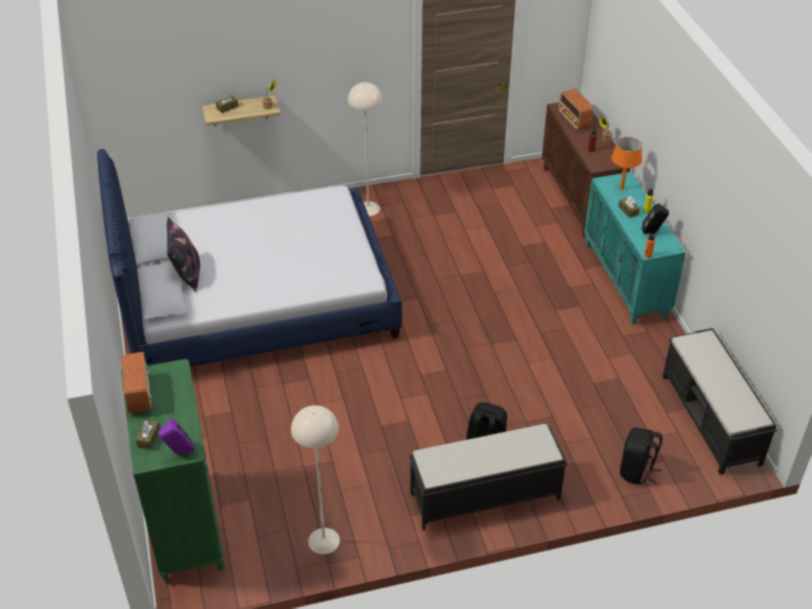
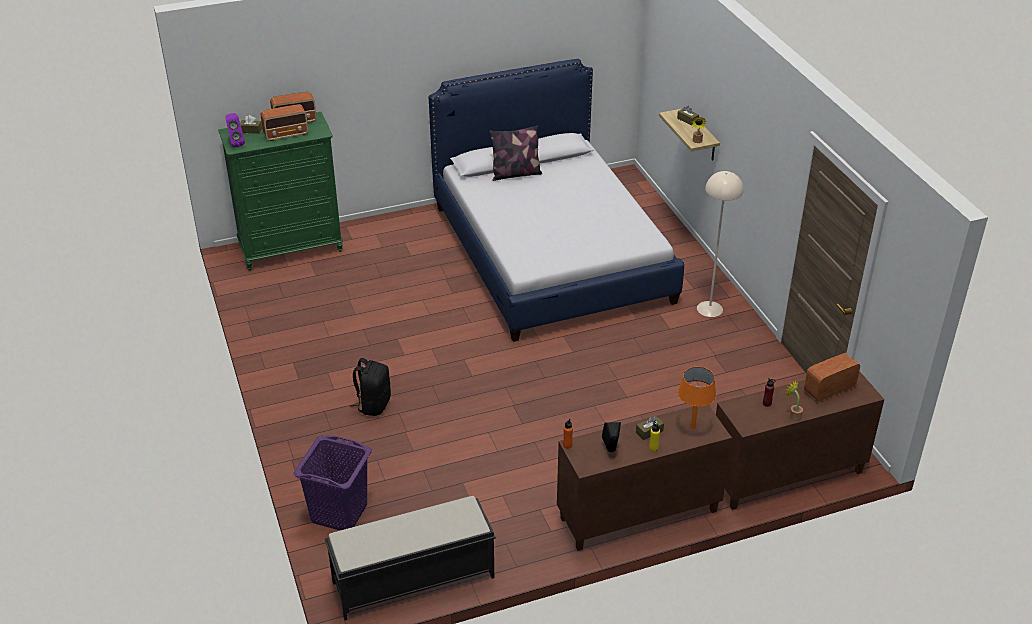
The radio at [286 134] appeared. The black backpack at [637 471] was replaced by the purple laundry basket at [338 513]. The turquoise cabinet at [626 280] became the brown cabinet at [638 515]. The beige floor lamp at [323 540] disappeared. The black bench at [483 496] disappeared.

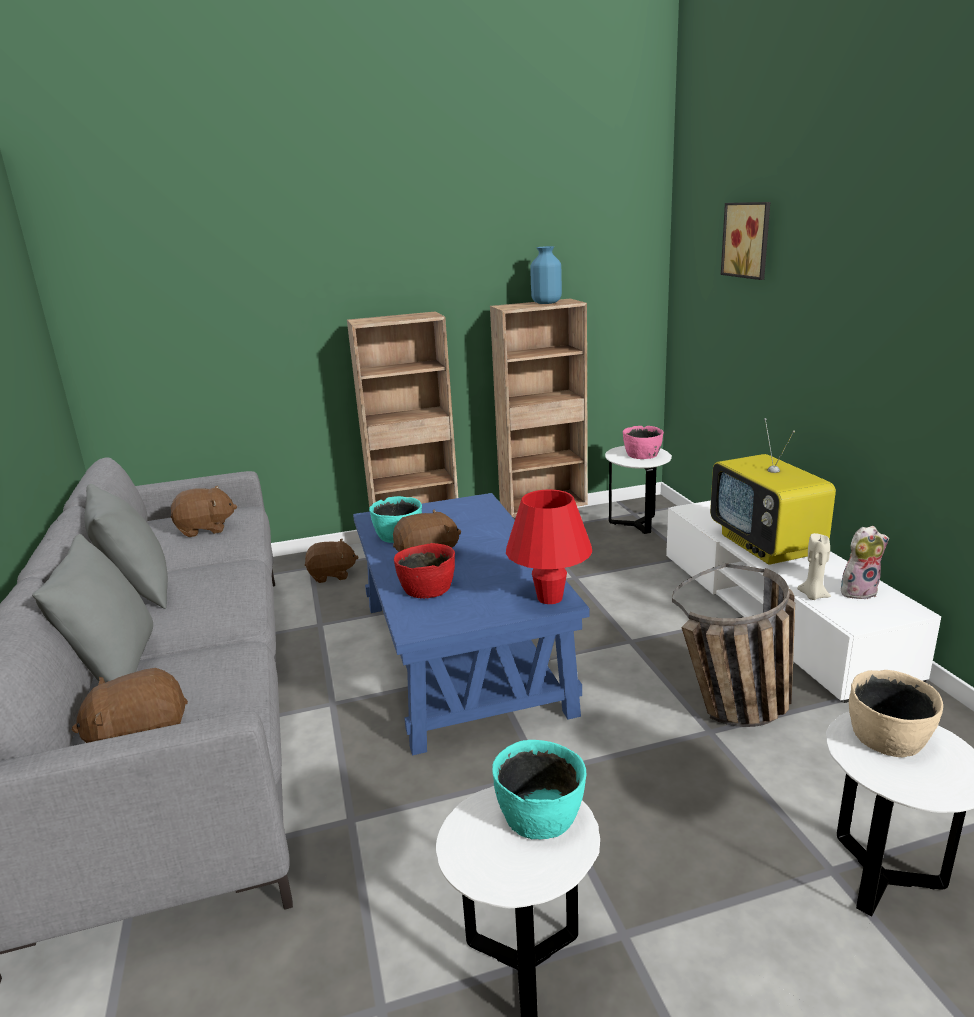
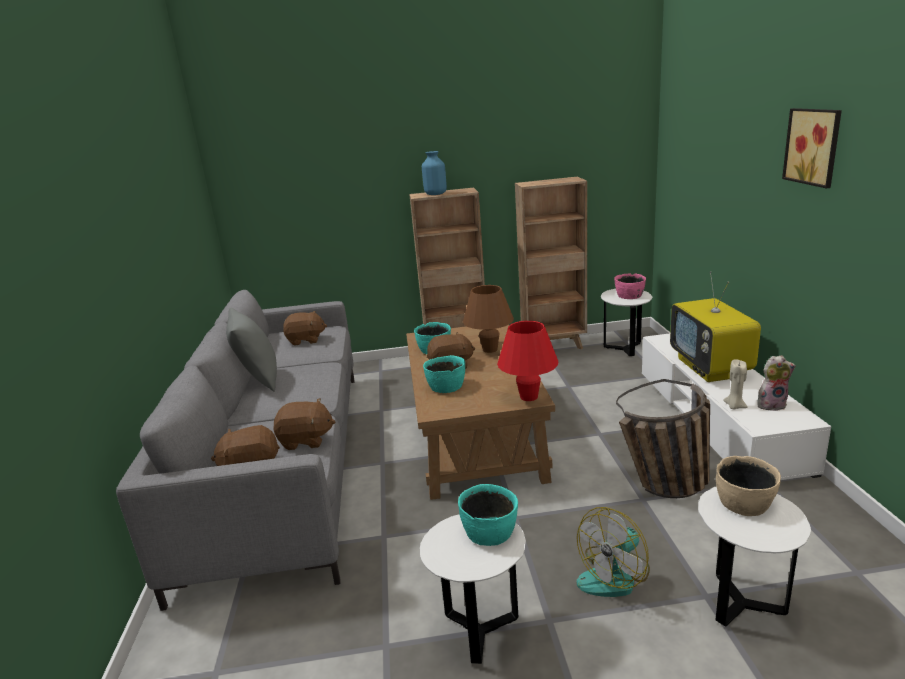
The brown plush toy moved from [332 575] to [306 440]. The blue coffee table at [460 654] became the brown coffee table at [474 436]. The blue vase moved from [546 303] to [435 194]. The red bowl at [426 588] became the turquoise bowl at [445 386]. The brown table lamp at [490 349] appeared. The fan at [614 576] appeared. The picture moved from [748 240] to [814 146]. The grey pillow at [115 670] disappeared.

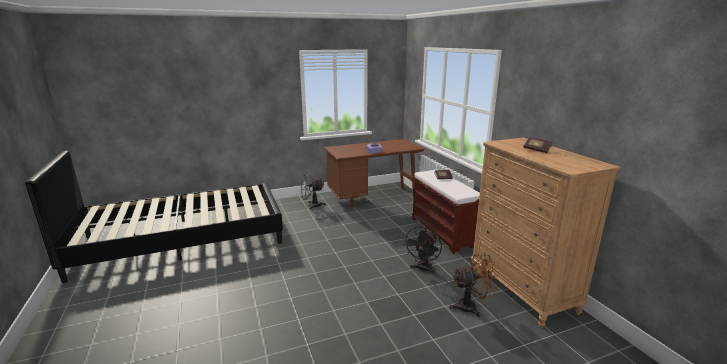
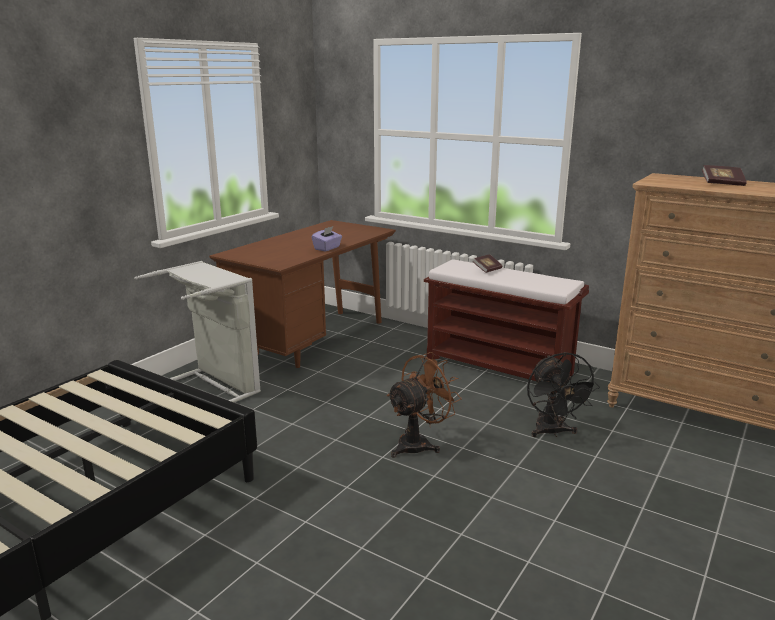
The grey fan at [311 205] was replaced by the grey laundry basket at [215 387]. The brown fan moved from [471 307] to [419 443].

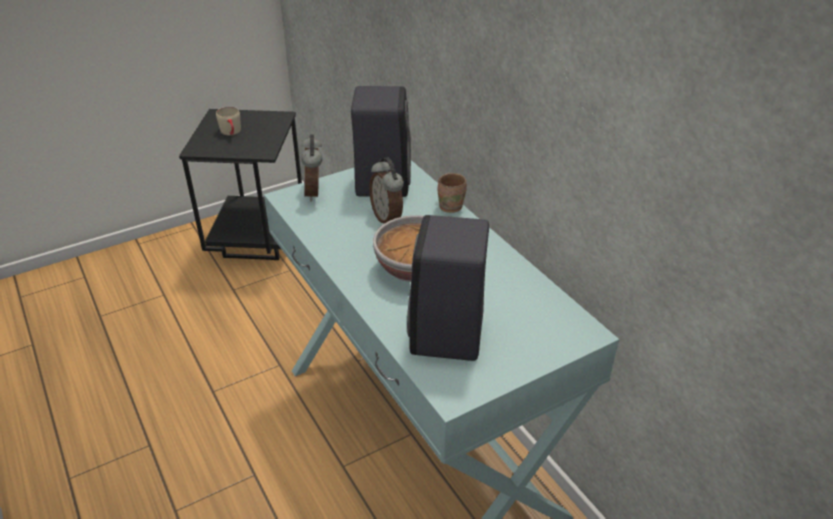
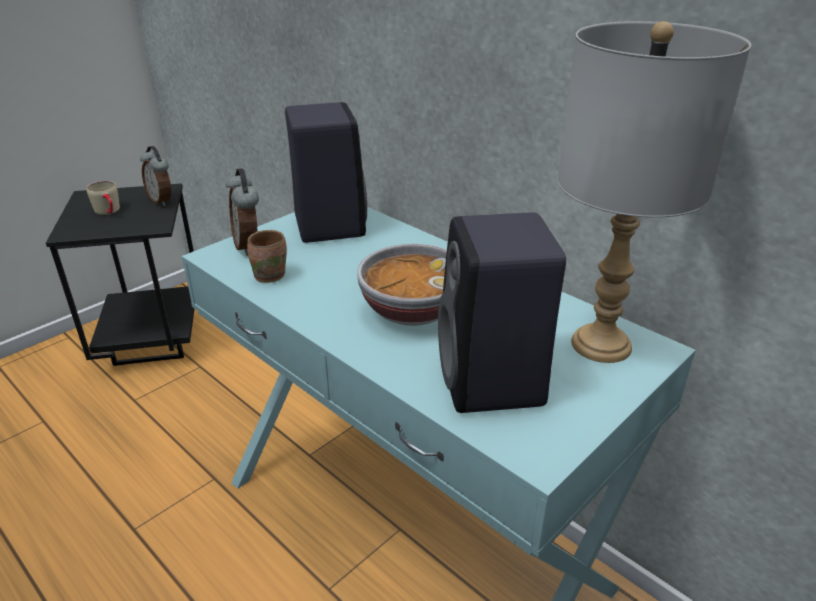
The alarm clock moved from [388 218] to [162 201]. The brown mug moved from [451 206] to [270 274]. The grey table lamp at [602 344] appeared.

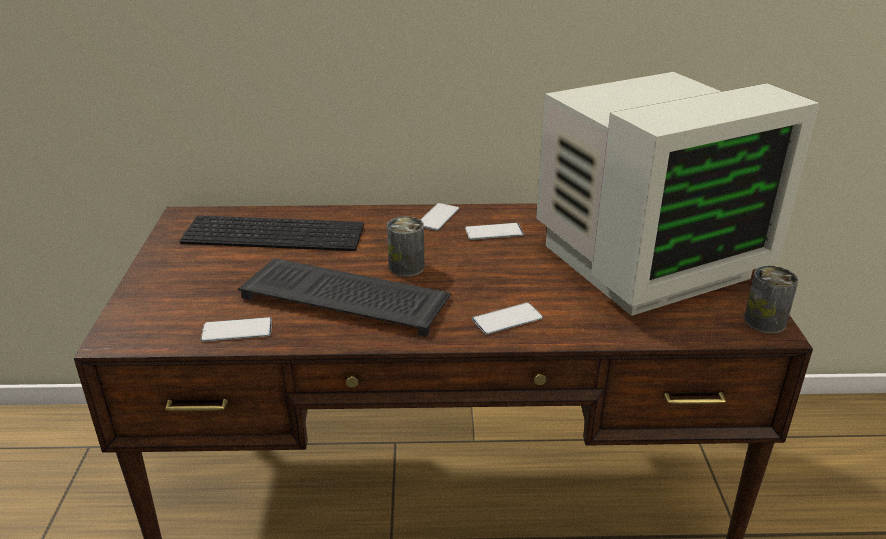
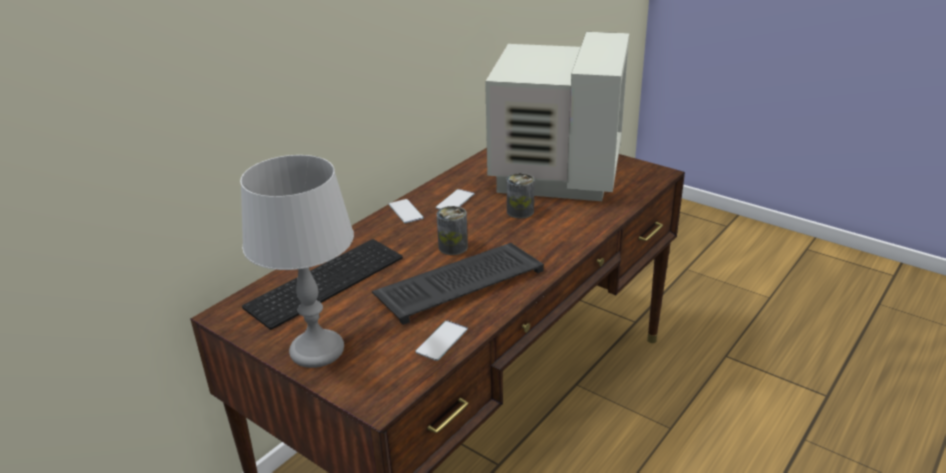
The grey table lamp at [317 350] appeared. The can moved from [764 321] to [520 211]. The phone at [507 319] disappeared.

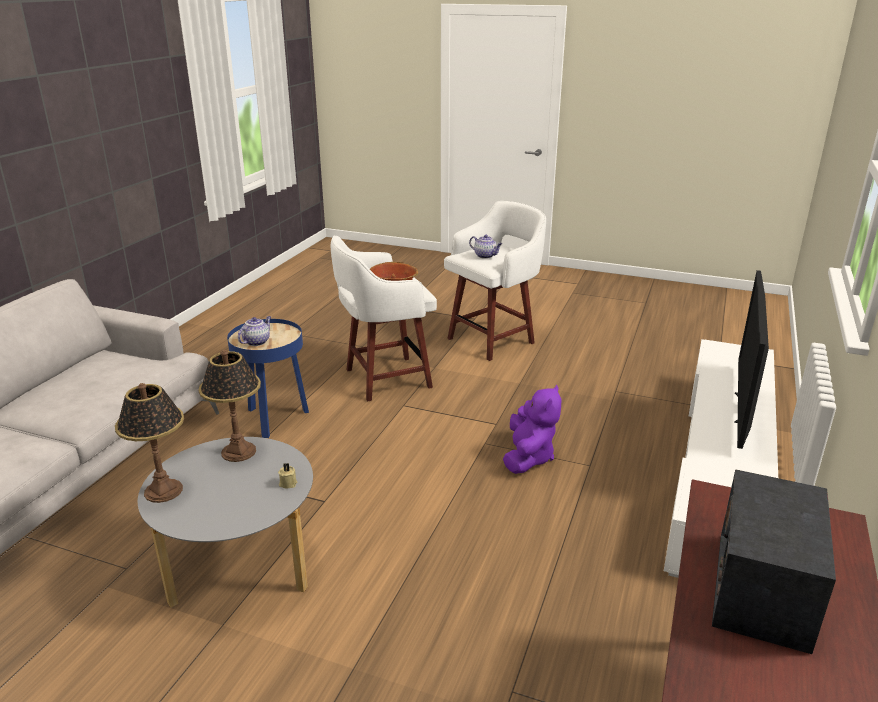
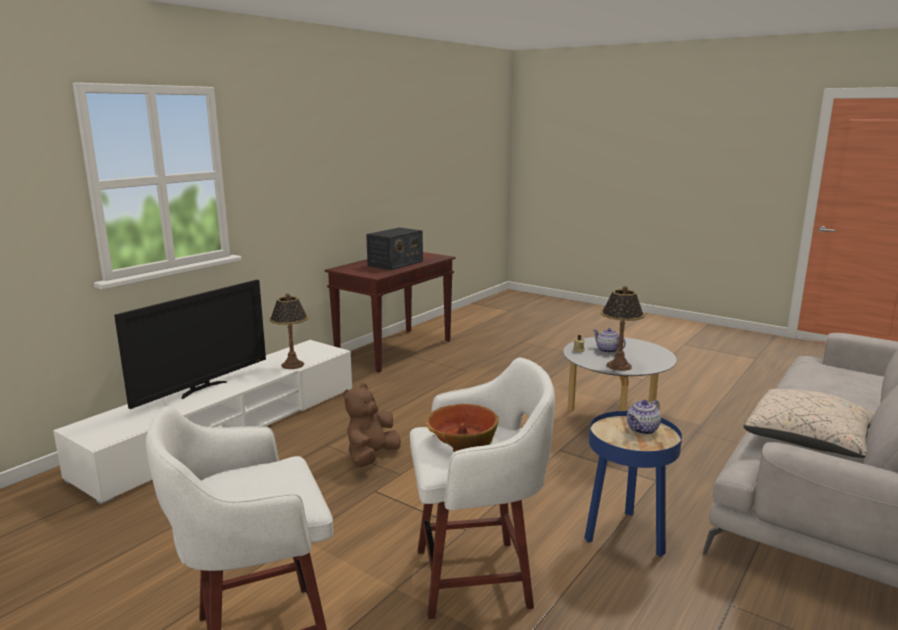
The table lamp moved from [164 491] to [292 365]. The purple plush toy at [528 457] became the brown plush toy at [371 457]. The teapot moved from [485 256] to [607 350]. The beige pillow at [808 440] appeared.

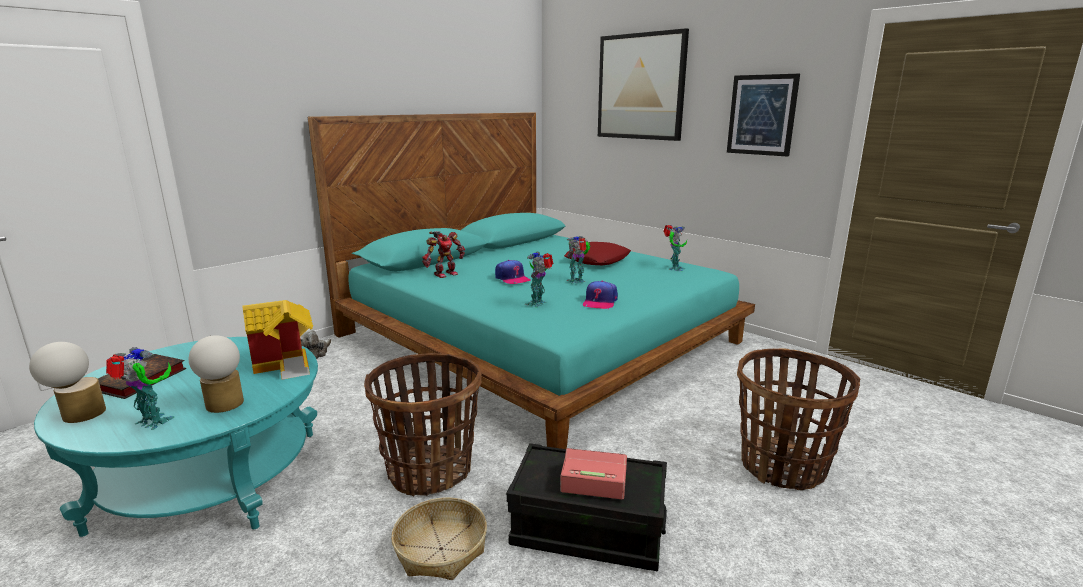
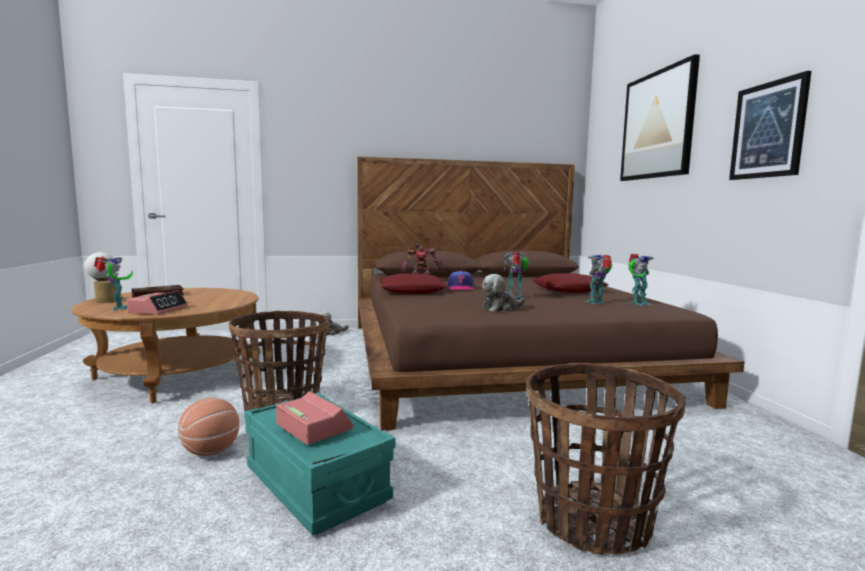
The turquoise coffee table at [210 479] became the brown coffee table at [177 374]. The table lamp at [224 406] was replaced by the alarm clock at [158 310]. The basket at [440 549] was replaced by the basketball at [210 452]. The black storage box at [588 530] became the turquoise storage box at [316 484]. The turquoise bed at [539 338] became the brown bed at [500 358]. The red pillow at [412 291] appeared. The cap at [600 302] was replaced by the plush toy at [501 308]. The toy robot moved from [538 303] to [597 302]. The toy house at [289 365] disappeared.

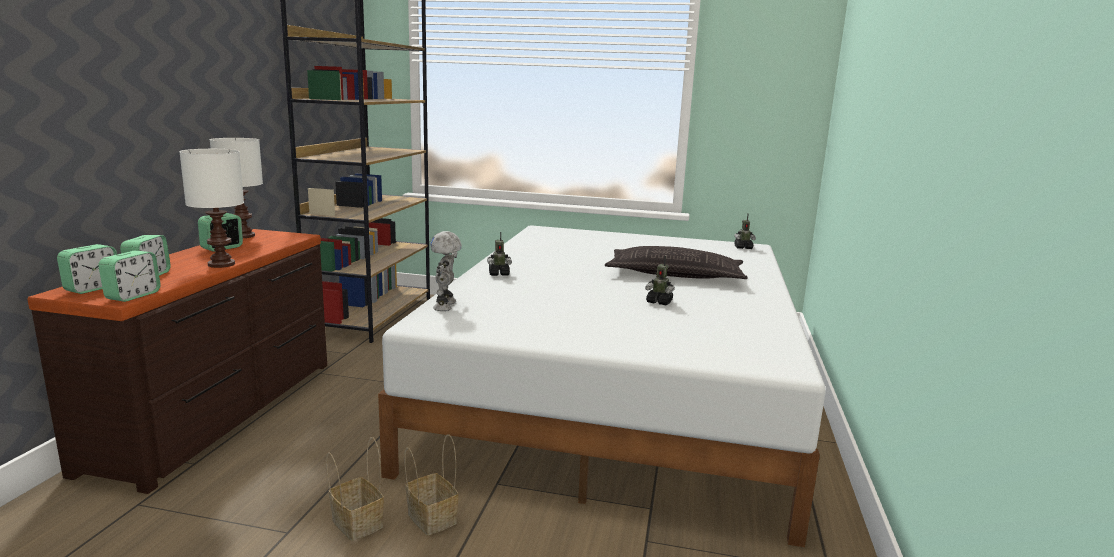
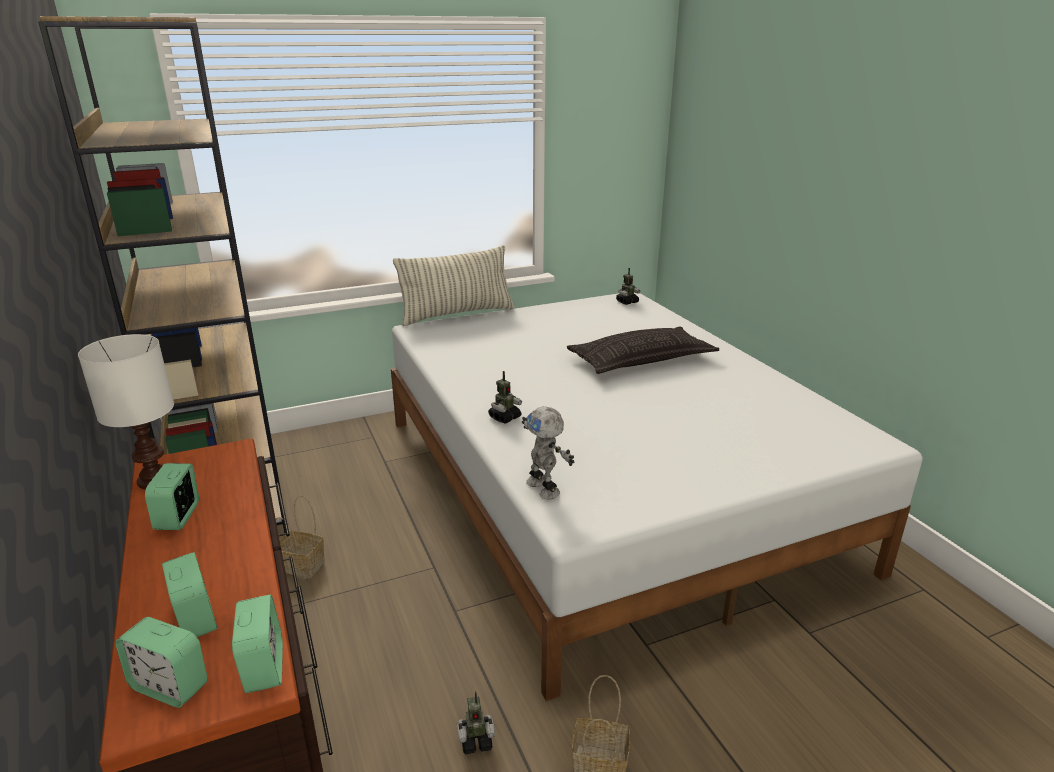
The alarm clock at [92 288] turned 120 degrees clockwise. The basket moved from [430 518] to [300 566]. The pillow at [457 314] appeared. The toy robot moved from [659 302] to [476 740]. The white table lamp at [221 264] disappeared.

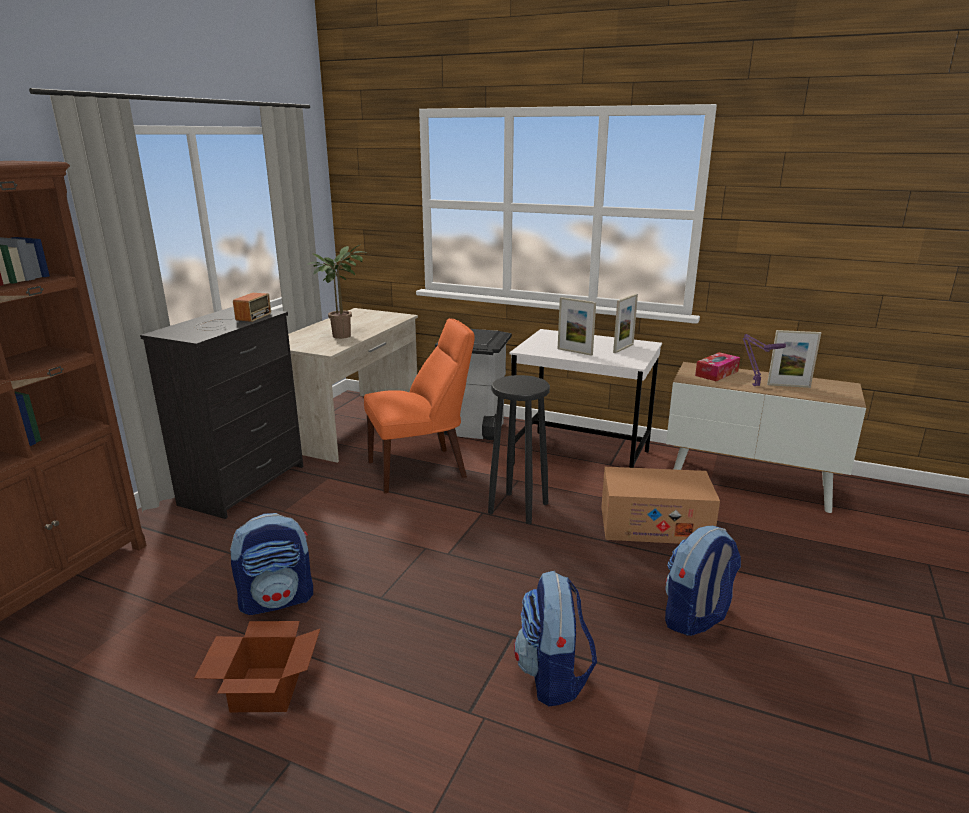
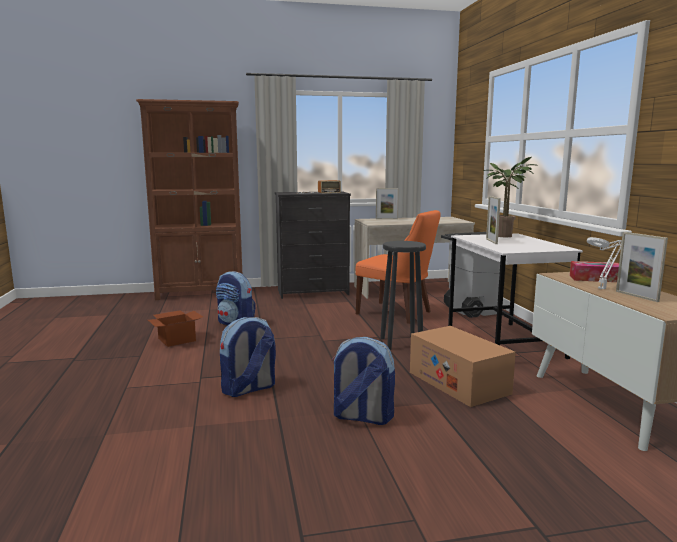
The picture frame moved from [623 348] to [386 219]. The potted plant moved from [343 335] to [506 236]. The purple table lamp at [754 385] became the white table lamp at [602 288].

